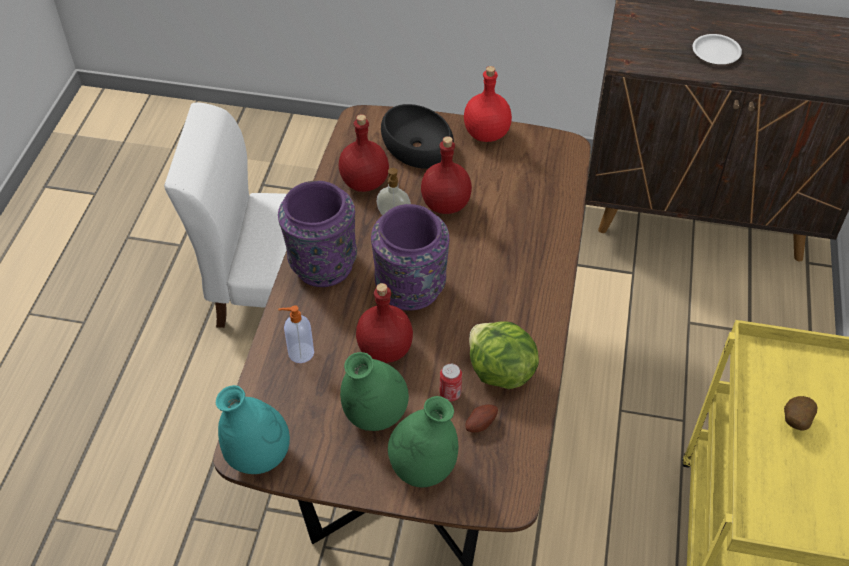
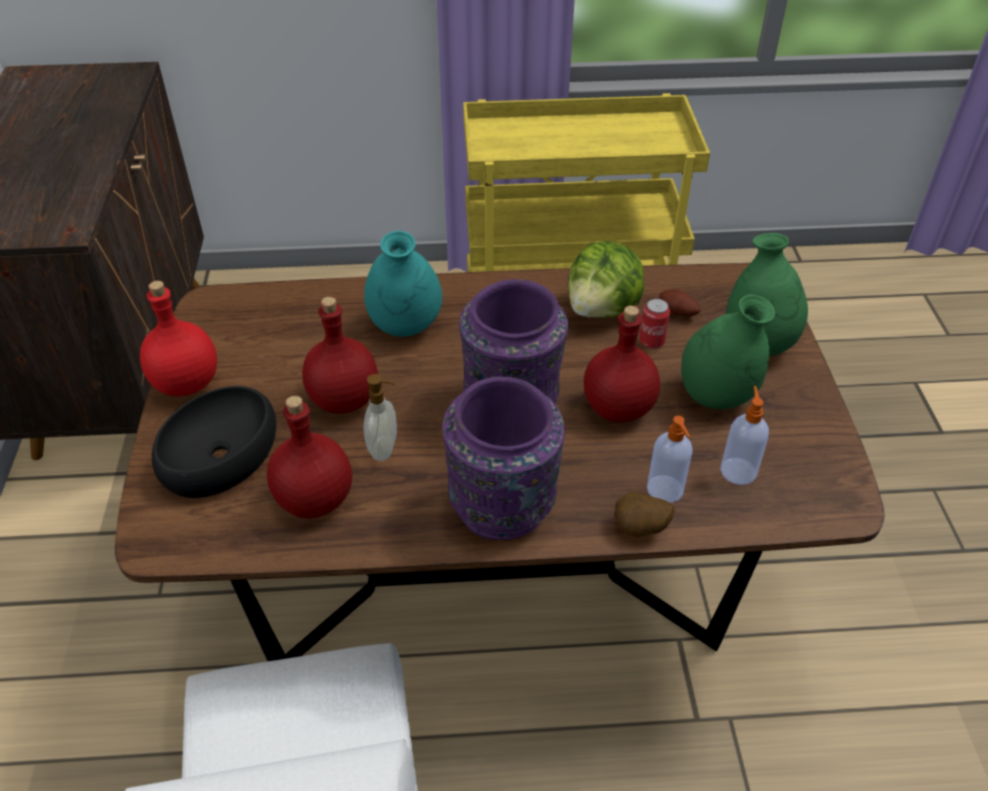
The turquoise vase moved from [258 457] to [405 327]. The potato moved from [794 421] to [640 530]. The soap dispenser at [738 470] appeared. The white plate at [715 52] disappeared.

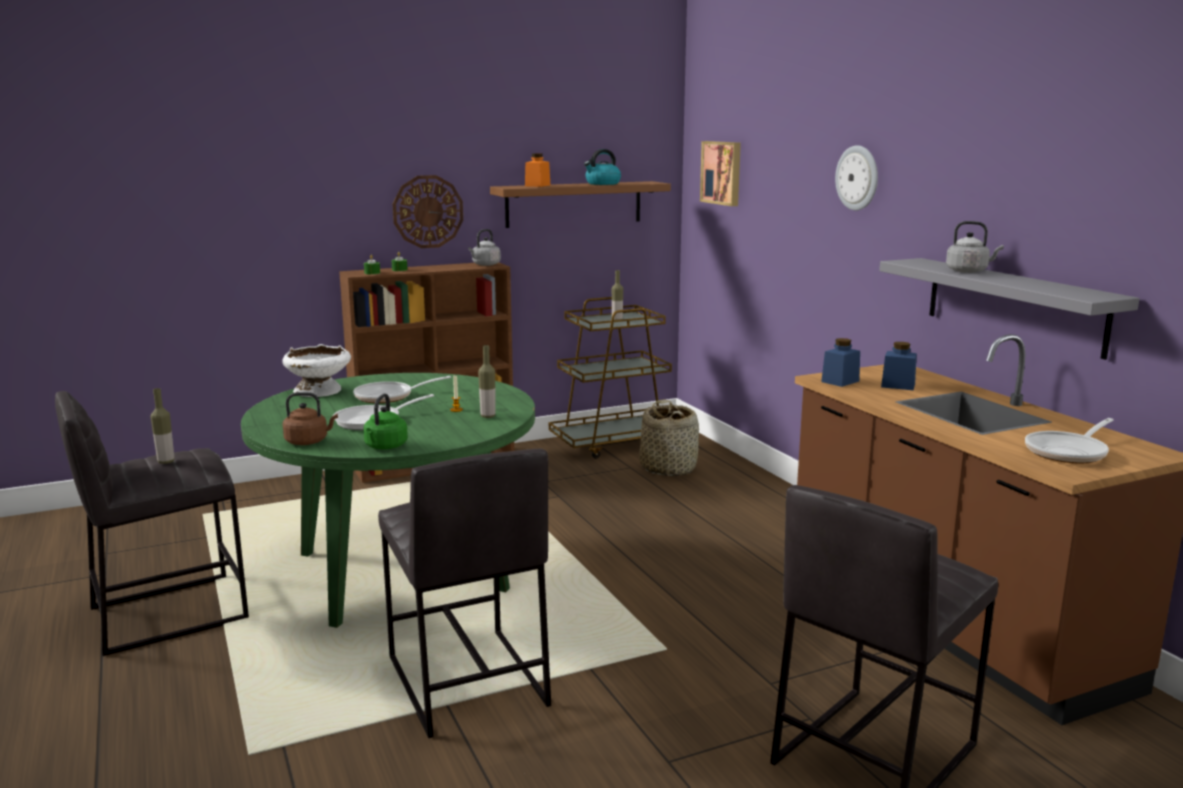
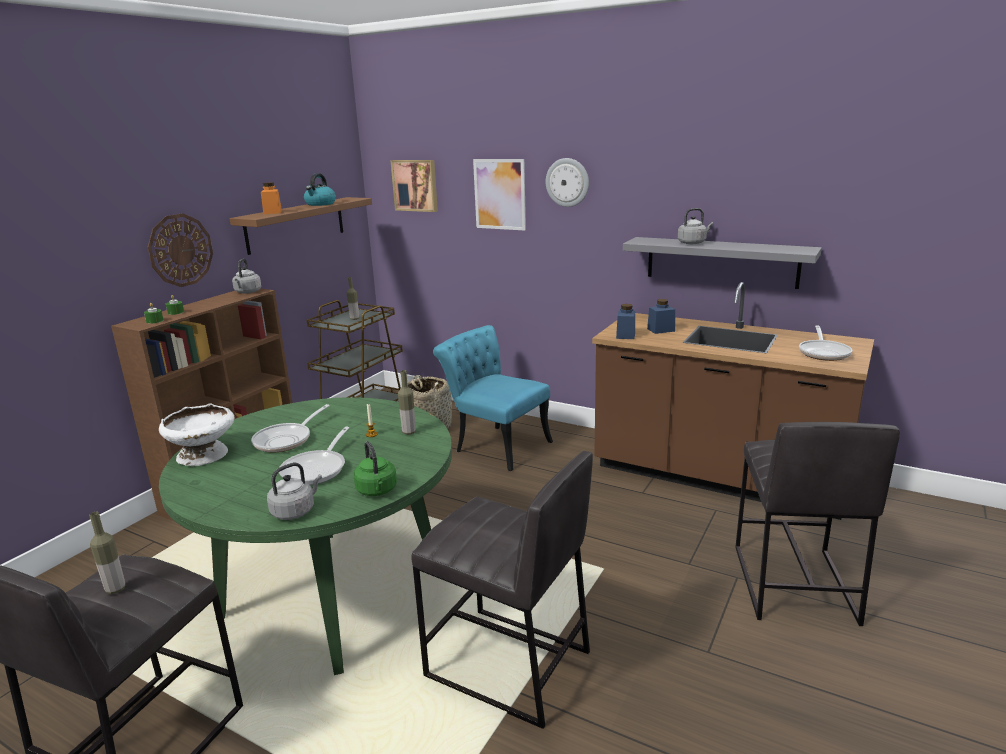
The brown kettle at [309 441] became the grey kettle at [295 511]. The turquoise chair at [495 445] appeared. The picture at [499 194] appeared.

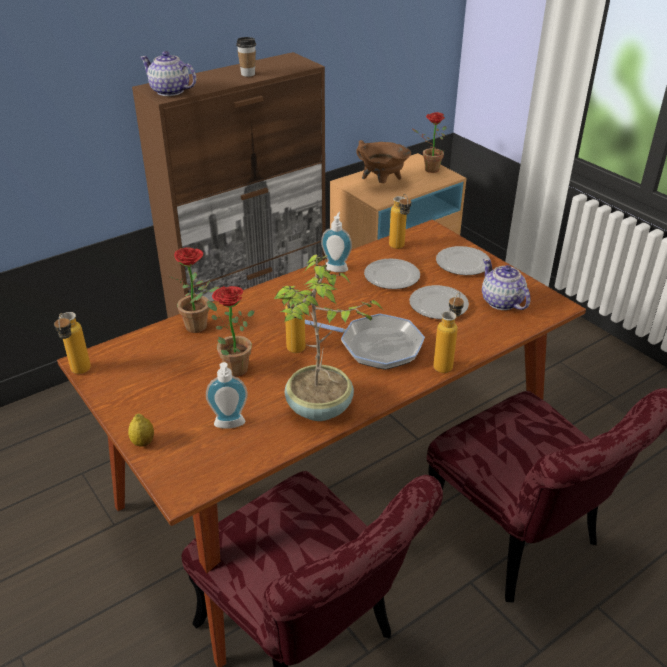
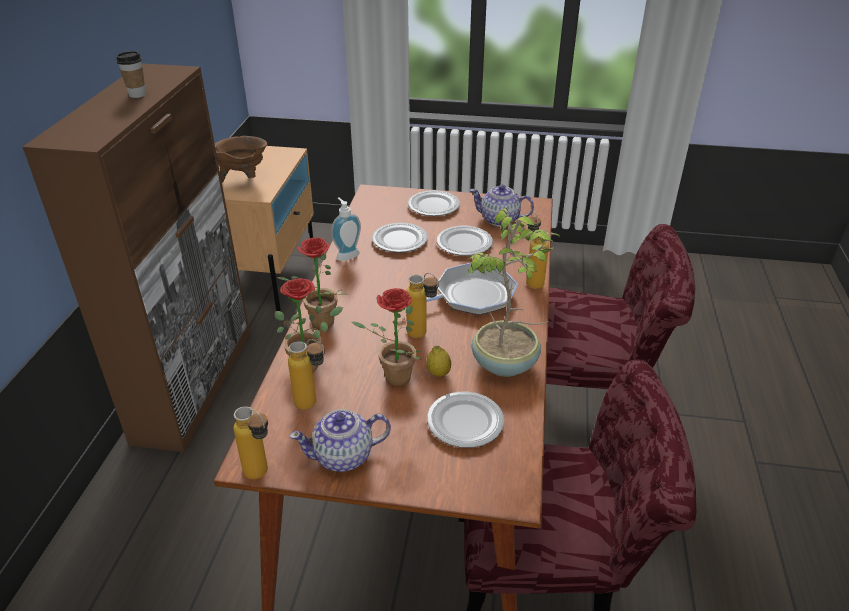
The potted plant moved from [428 169] to [318 324]. The bottle moved from [399 248] to [313 406]. The teapot moved from [170 91] to [344 456]. The lemon moved from [143 442] to [438 373]. The soap dispenser at [229 426] was replaced by the plate at [465 422].

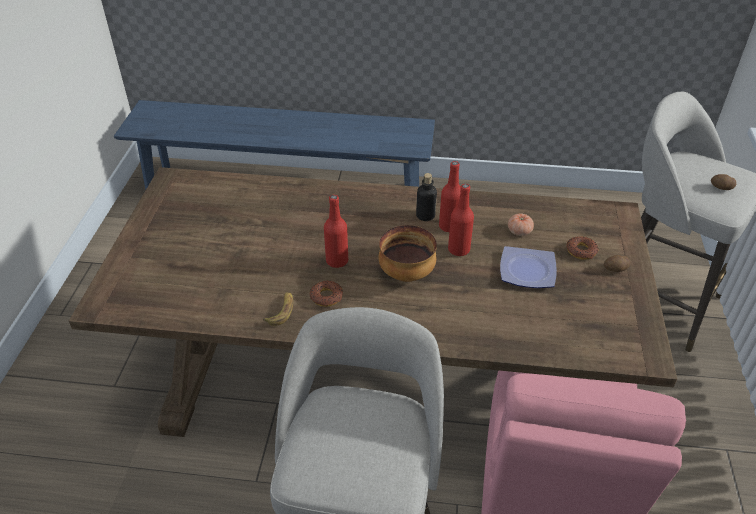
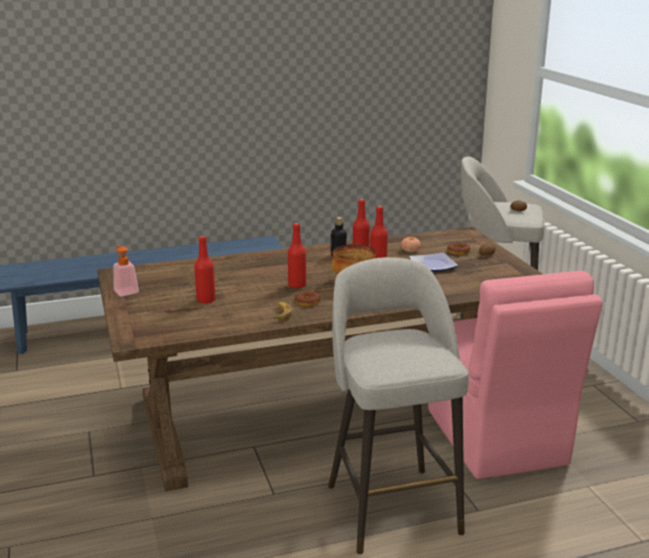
The soap dispenser at [125 290] appeared. The red bottle at [206 300] appeared.

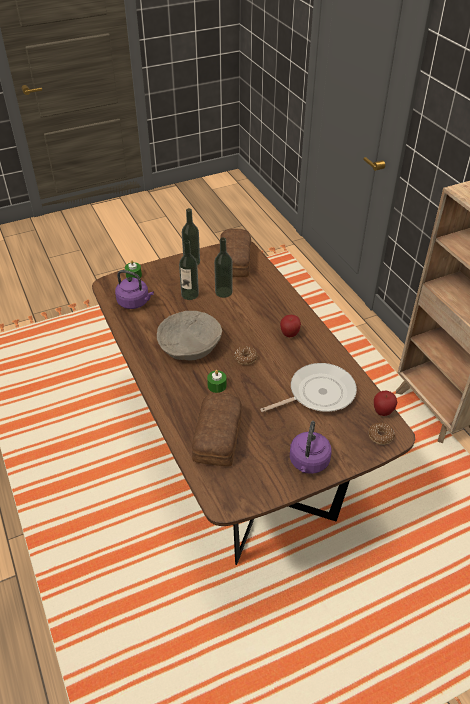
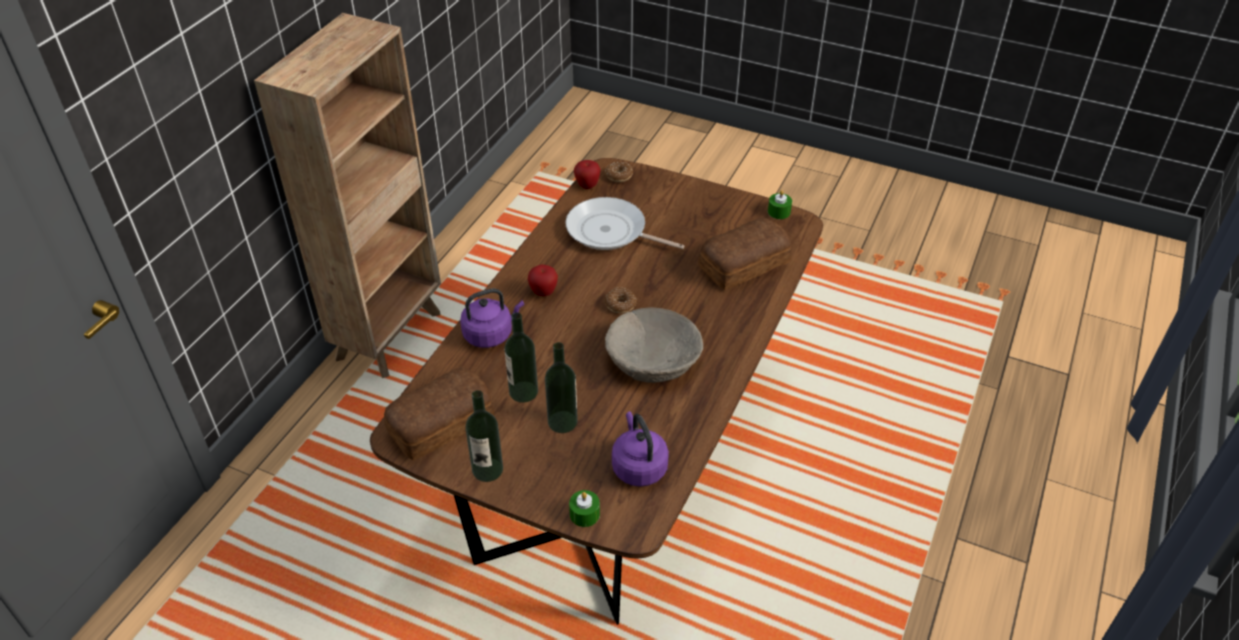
The purple kettle moved from [308 463] to [490 334]. The green candle moved from [217 385] to [779 212].

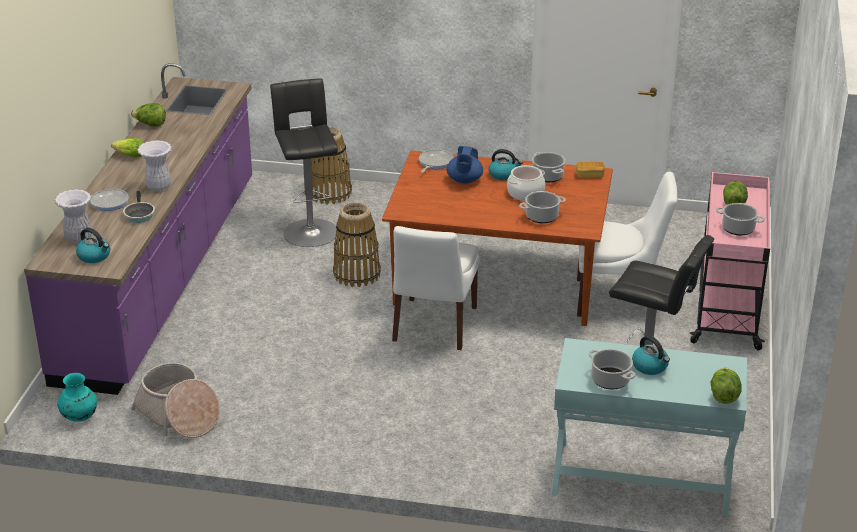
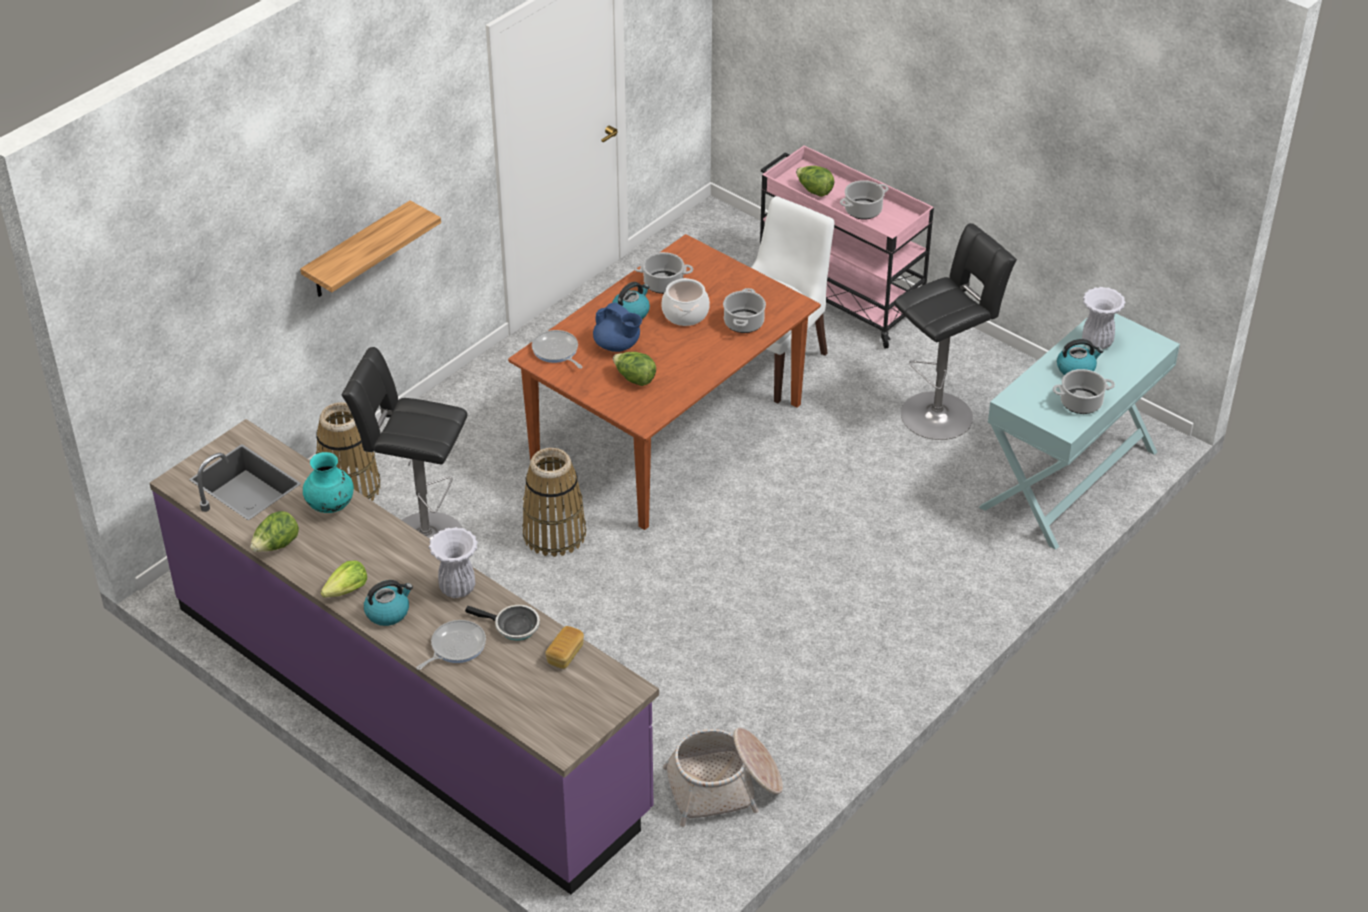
The shelf at [358 251] appeared. The turquoise vase moved from [79 417] to [330 506]. The kettle moved from [95 256] to [388 612]. The bread moved from [589 175] to [565 654]. The lettuce moved from [723 396] to [634 379]. The white vase moved from [78 238] to [1097 343]. The white chair at [434 326] disappeared.

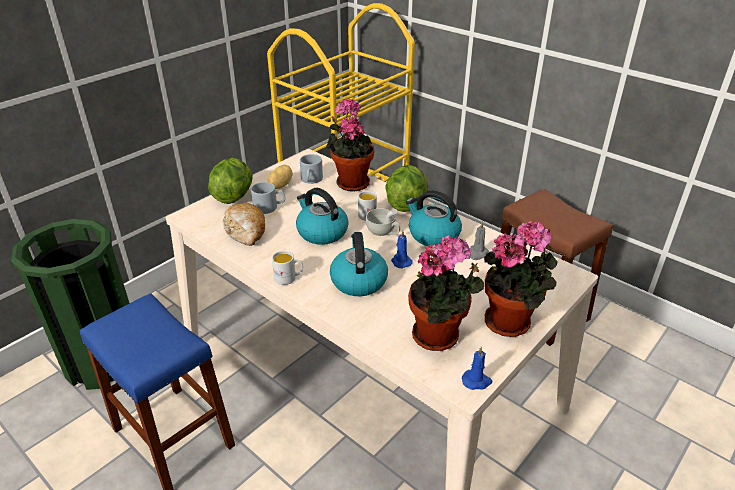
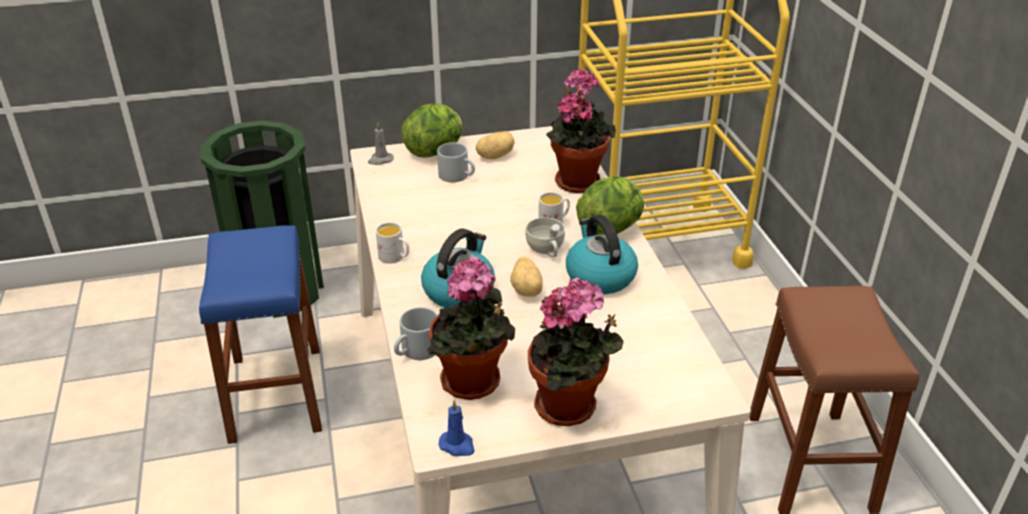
The grey candle moved from [477 253] to [380 160]. The grey mug moved from [311 180] to [416 351]. The blue candle at [401 261] was replaced by the potato at [527 289]. The bread at [246 231] disappeared. The kettle at [321 232] disappeared.

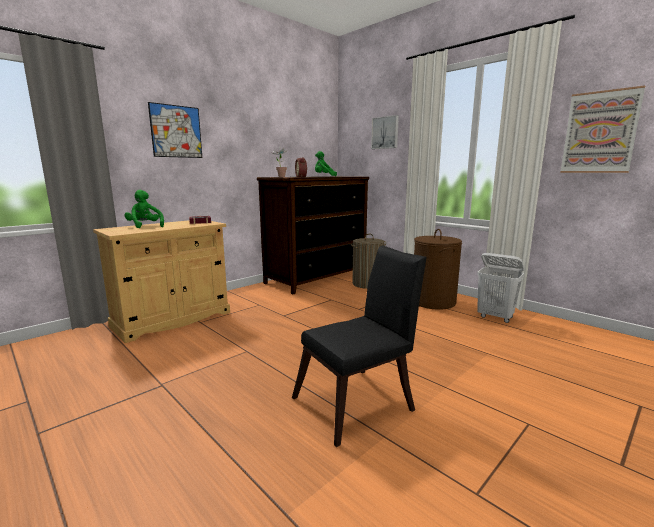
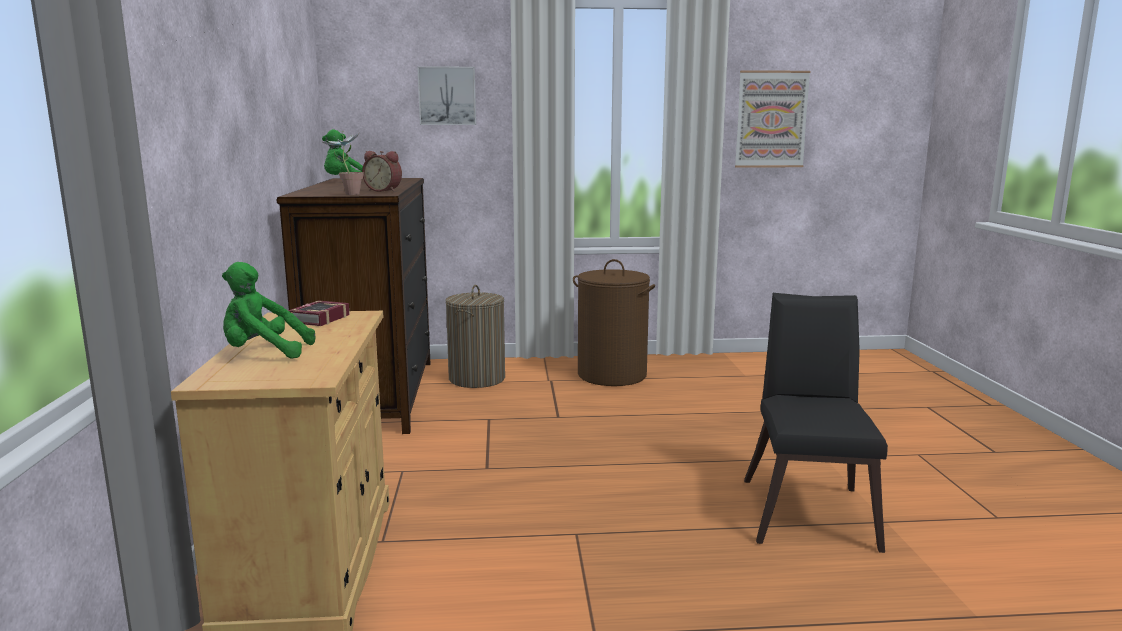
The picture at [176 131] disappeared. The white laundry basket at [495 317] disappeared.

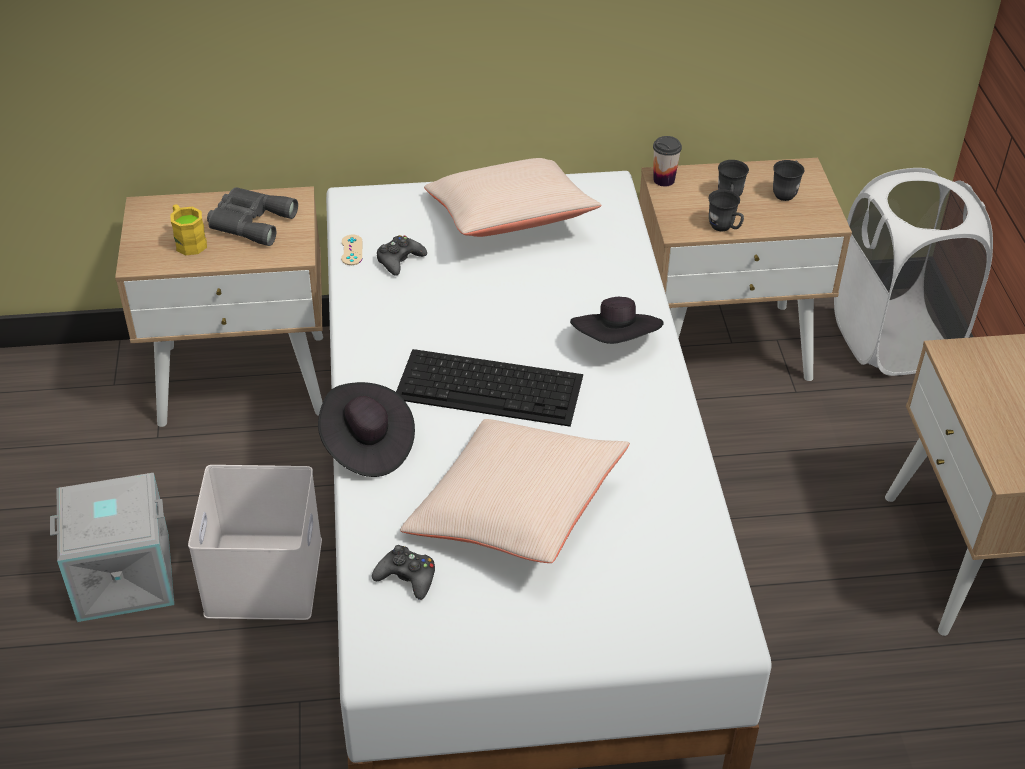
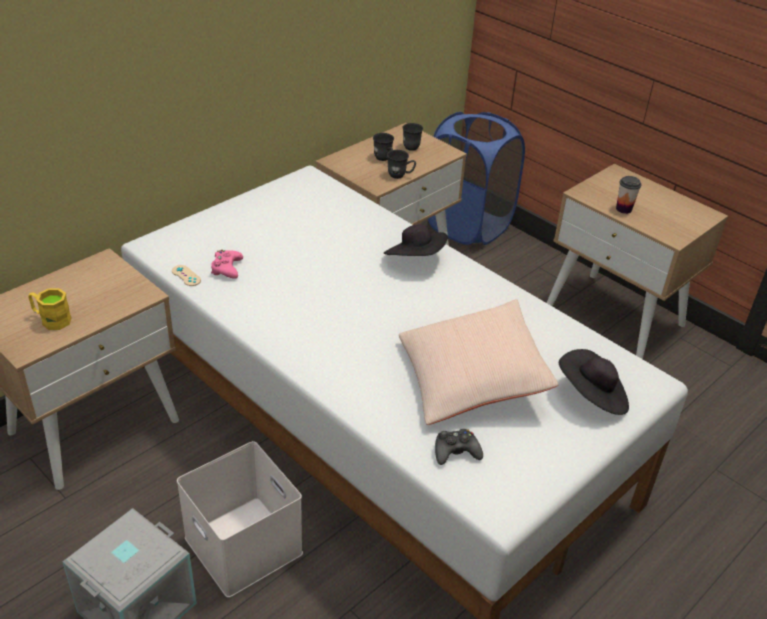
The black game controller at [399 260] became the pink game controller at [227 268]. The white laundry basket at [893 339] became the blue laundry basket at [468 226]. The black hat moved from [366 446] to [592 397]. The cup moved from [664 180] to [623 209]. The grey binoculars at [249 221] disappeared. The keyboard at [491 387] disappeared. The beige pillow at [510 219] disappeared.

